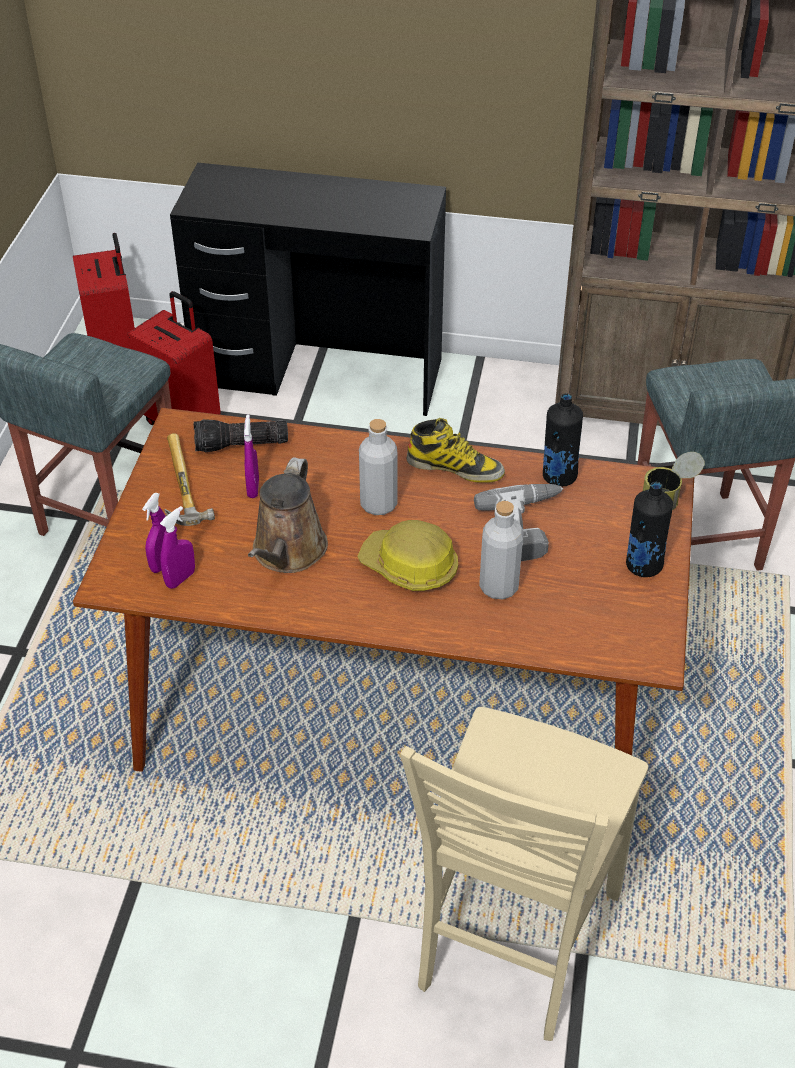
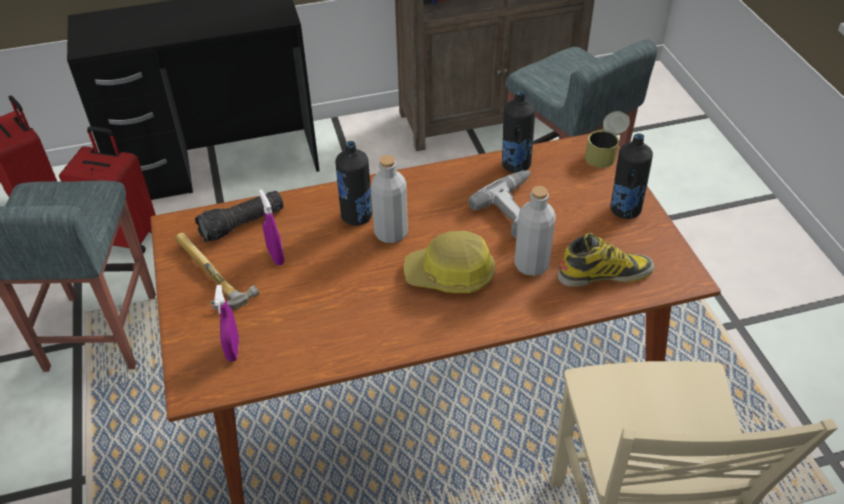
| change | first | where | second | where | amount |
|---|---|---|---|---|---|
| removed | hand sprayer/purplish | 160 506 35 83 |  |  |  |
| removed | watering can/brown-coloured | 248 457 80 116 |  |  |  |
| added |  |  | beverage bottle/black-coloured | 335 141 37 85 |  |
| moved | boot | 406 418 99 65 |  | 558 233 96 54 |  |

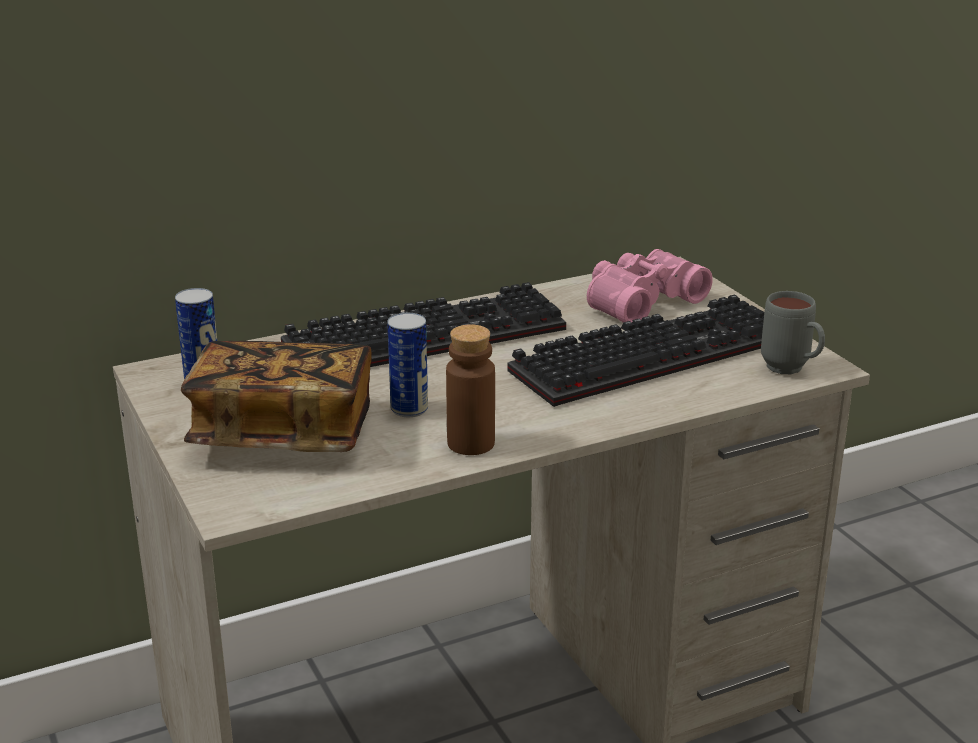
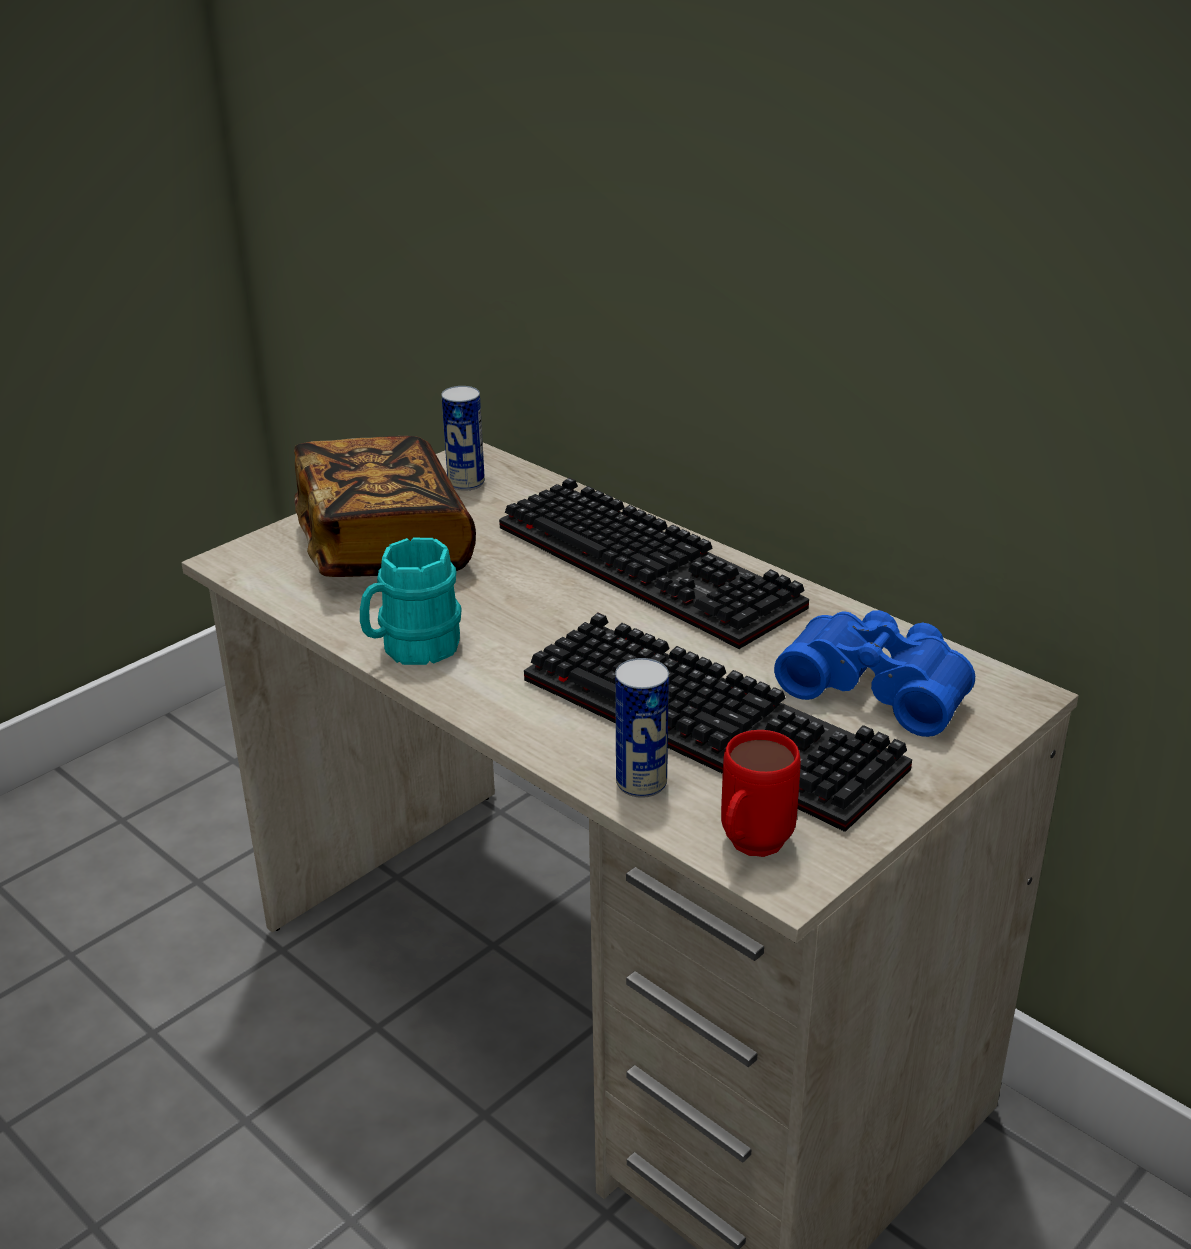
| change | first | where | second | where | amount |
|---|---|---|---|---|---|
| moved | metal can | 387 313 41 104 |  | 615 658 54 140 |  |
| replaced | beverage bottle/brown-coloured | 446 324 49 131 | coffee mug/blue-green | 360 538 102 127 |  |
| recoloured | binoculars/pink | 587 249 126 73 | binoculars/blue | 774 610 201 127 |  |
| recoloured | coffee mug/gray | 761 291 64 83 | coffee mug/reddish | 721 730 80 127 |  |

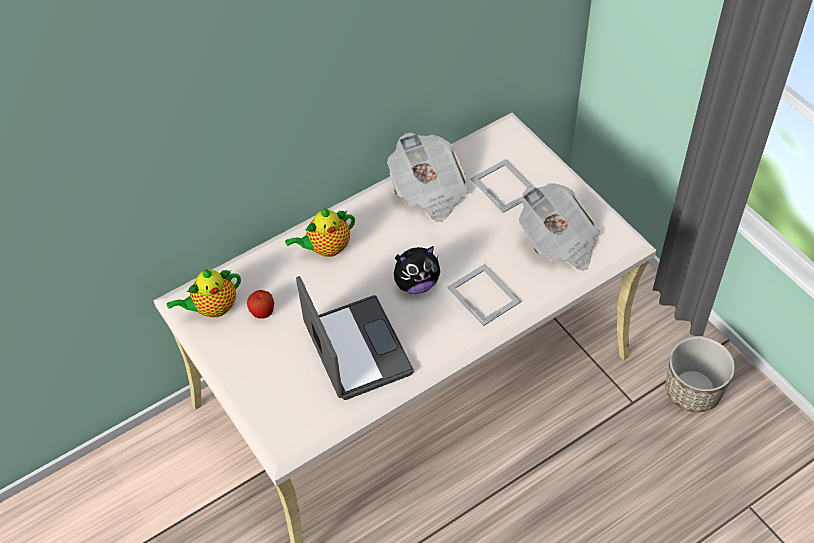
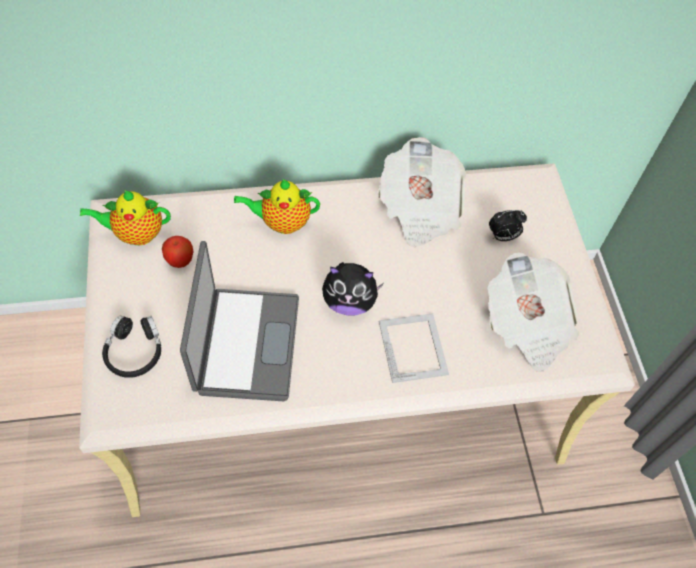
| change | first | where | second | where | amount |
|---|---|---|---|---|---|
| removed | planter | 665 337 70 75 |  |  |  |
| added |  |  | headphones/black-coloured | 102 315 59 63 |  |
| replaced | photo frame | 470 159 64 54 | table clock | 489 210 38 31 |  |

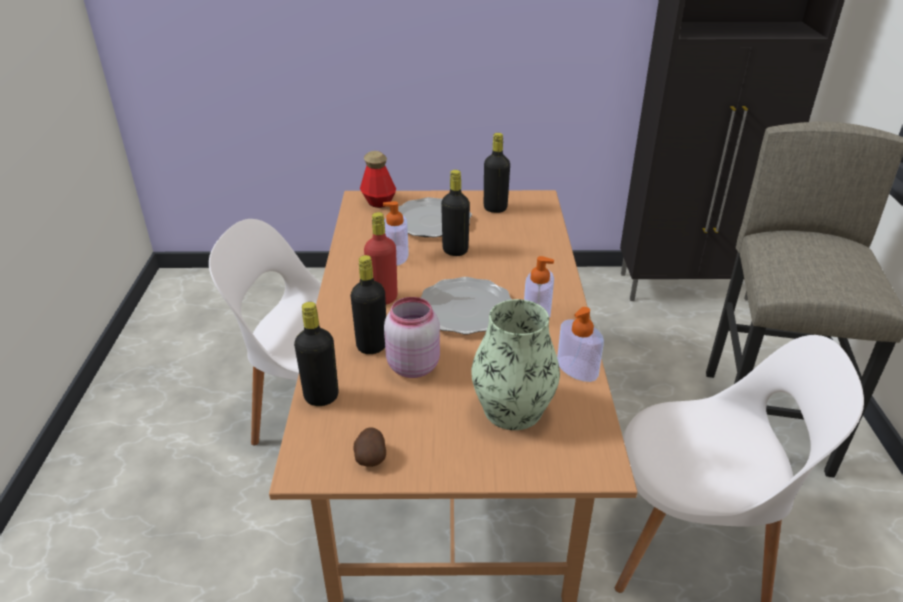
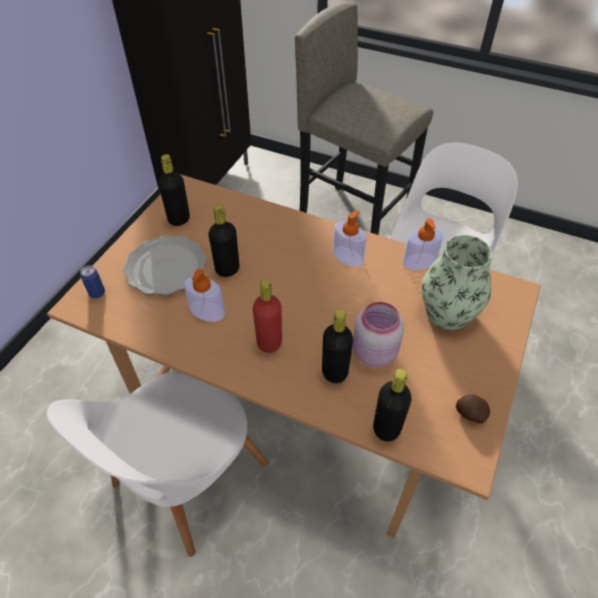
| change | first | where | second | where | amount |
|---|---|---|---|---|---|
| removed | plate | 421 277 91 57 |  |  |  |
| replaced | beverage bottle | 360 151 36 57 | metal can | 80 265 25 33 |  |

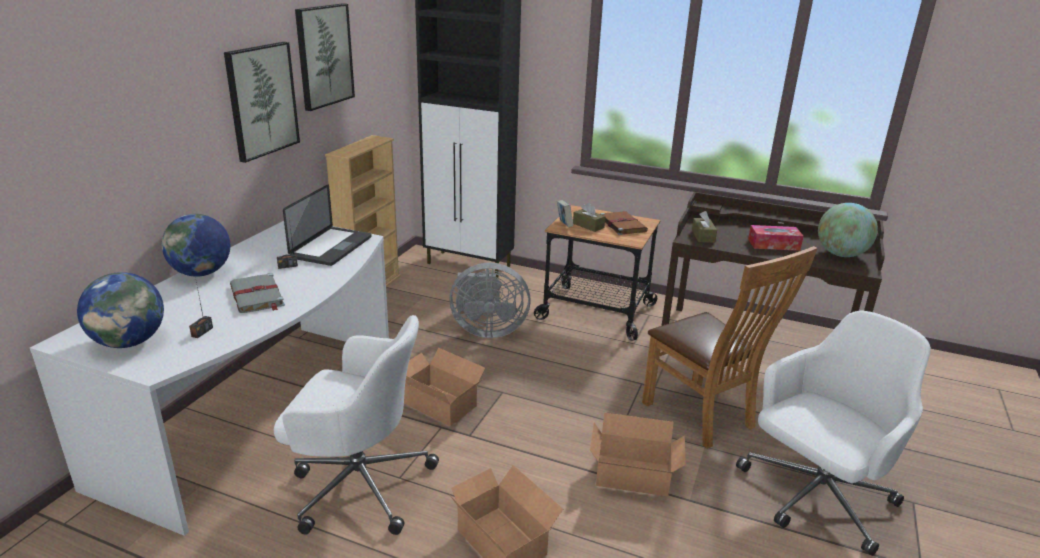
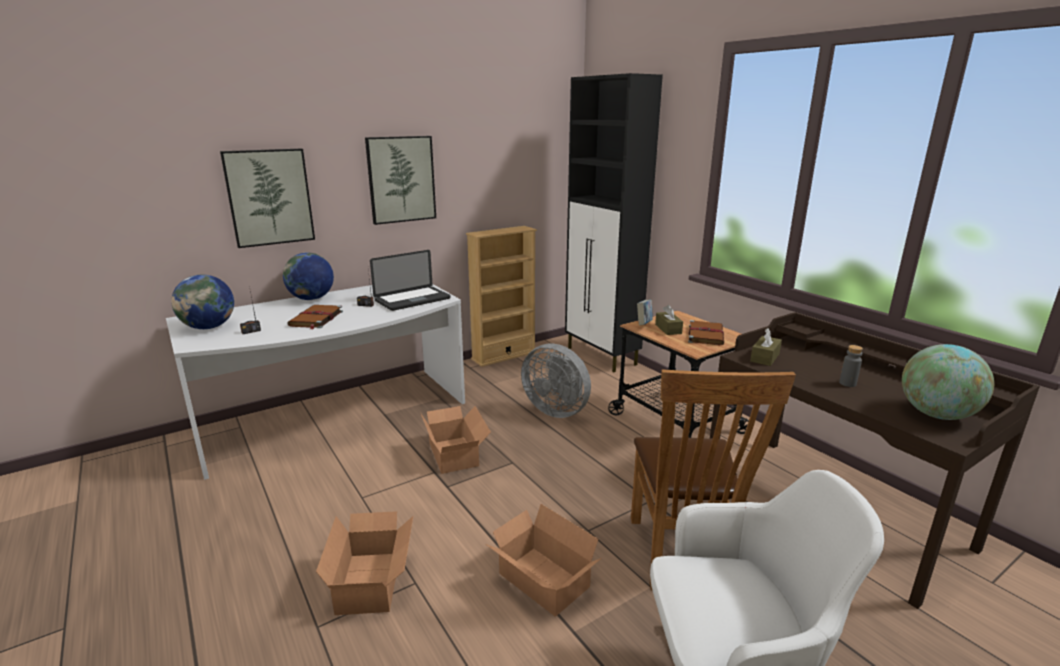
| change | first | where | second | where | amount |
|---|---|---|---|---|---|
| removed | desk chair/white-coloured | 274 315 165 220 |  |  |  |
| moved | wall picture | 295 3 60 108 |  | 220 148 95 100 |  |
| replaced | tissue holder | 748 225 56 26 | beverage bottle/gray | 839 345 24 42 |  |
| recoloured | bound book/gray | 230 273 55 40 | bound book/brown-coloured | 287 305 56 25 |  |

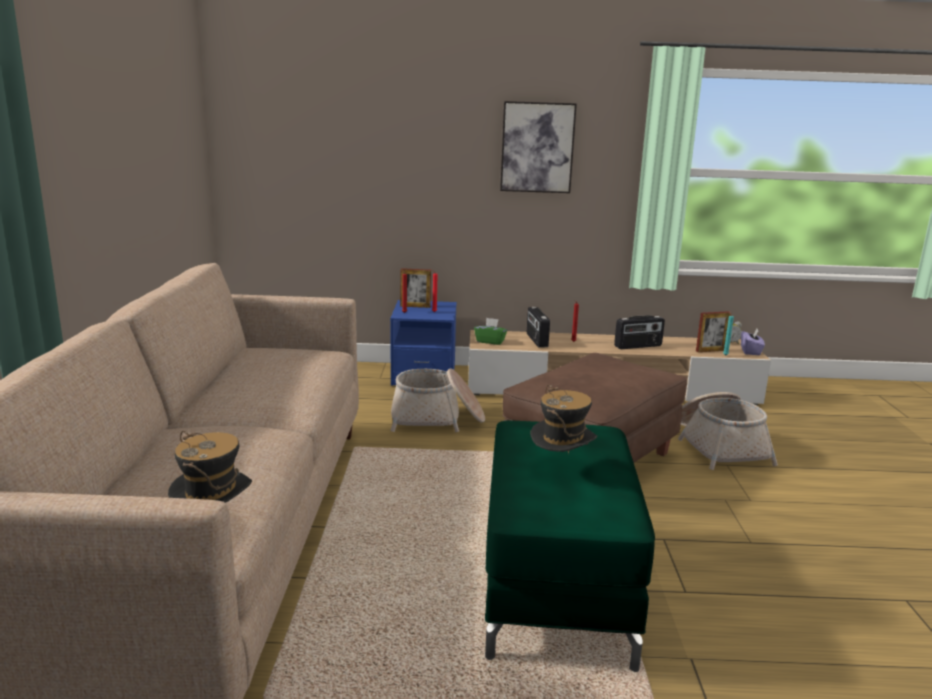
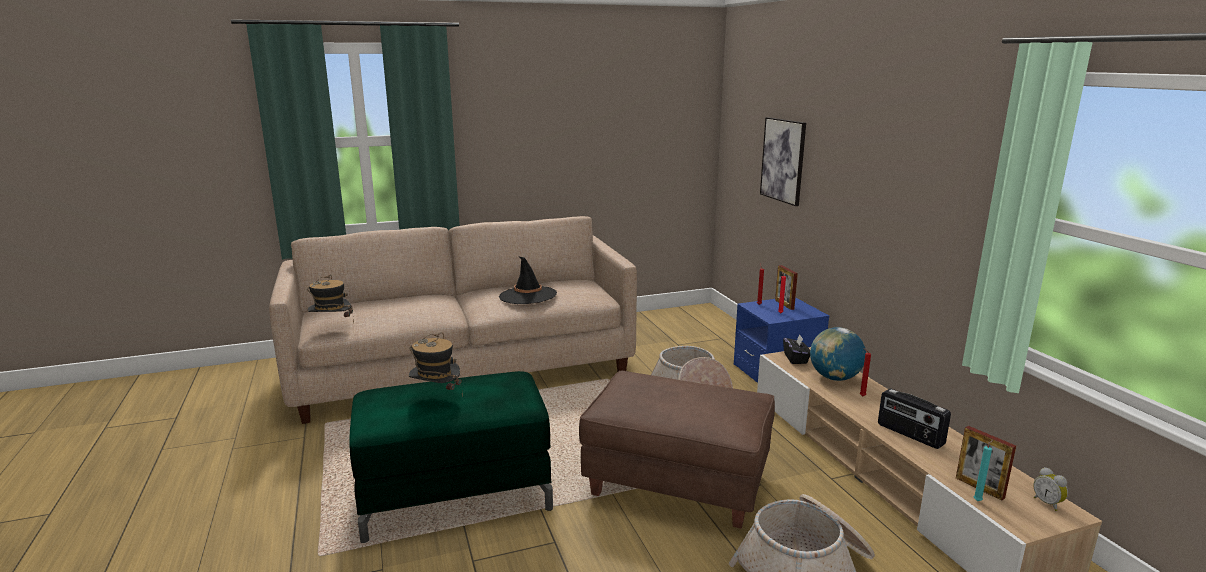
| change | first | where | second | where | amount |
|---|---|---|---|---|---|
| removed | tissue holder/purplish | 741 329 24 26 |  |  |  |
| added |  |  | hat/black-coloured | 499 256 58 48 |  |
| moved | wall picture | 500 101 77 92 |  | 760 117 46 89 |  |
| replaced | radio receiver | 527 307 23 41 | world globe | 810 327 56 54 |  |
| recoloured | tissue holder/greenish | 474 318 33 27 | tissue holder/black-coloured | 783 335 27 29 |  |

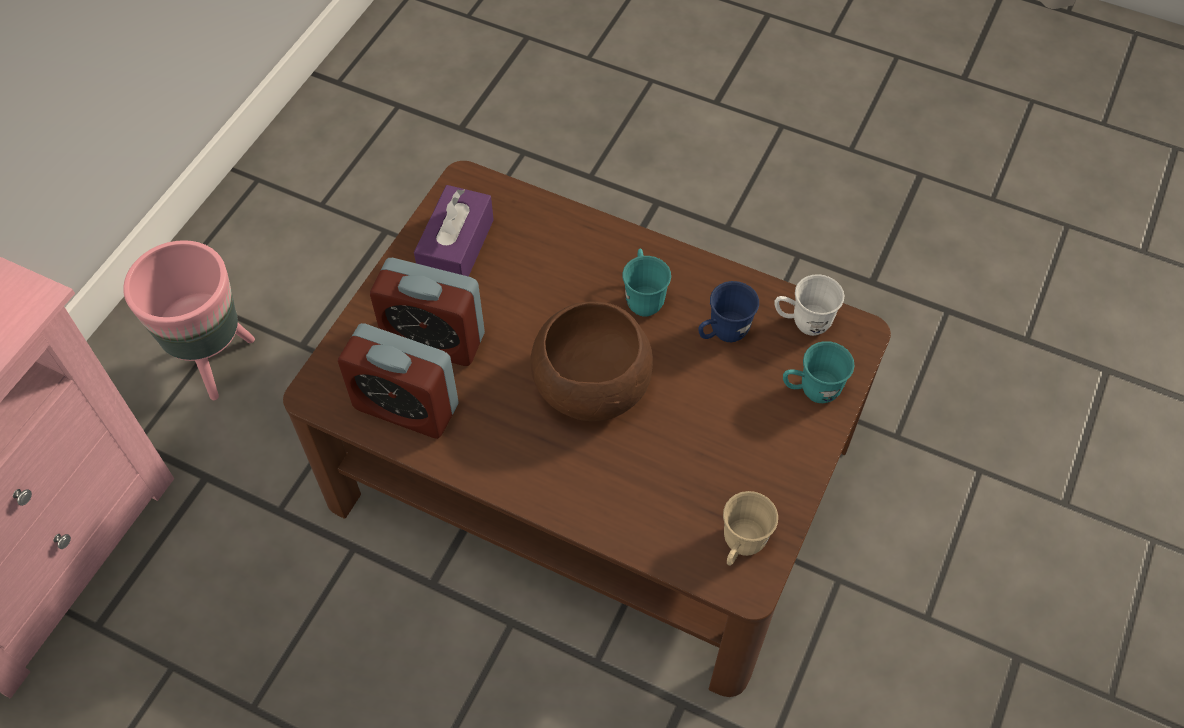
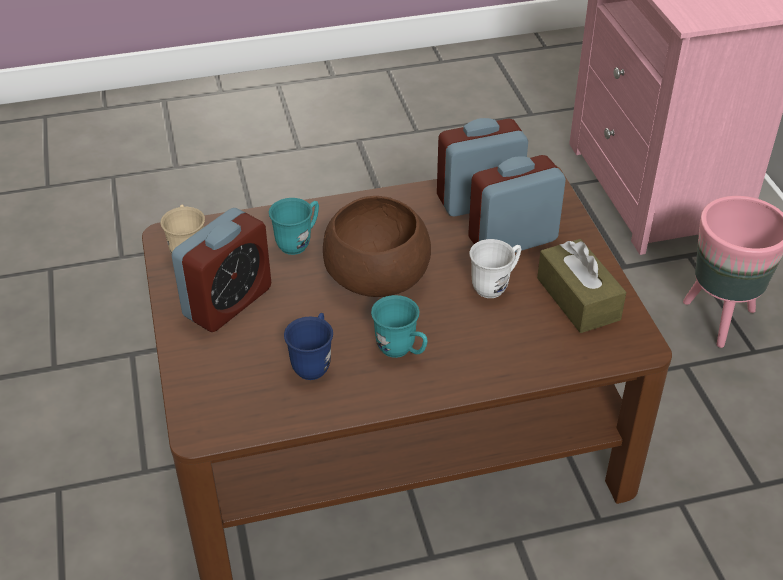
| change | first | where | second | where | amount |
|---|---|---|---|---|---|
| added |  |  | table clock | 172 208 99 124 |  |
| moved | coffee mug/white-coloured | 775 274 69 62 |  | 469 239 52 59 |  |
| moved | coffee mug/blue-green | 783 341 72 62 |  | 269 198 50 57 |  |
| recoloured | tissue holder/purplish | 414 185 80 92 | tissue holder/brown-coloured | 537 239 89 94 |  |

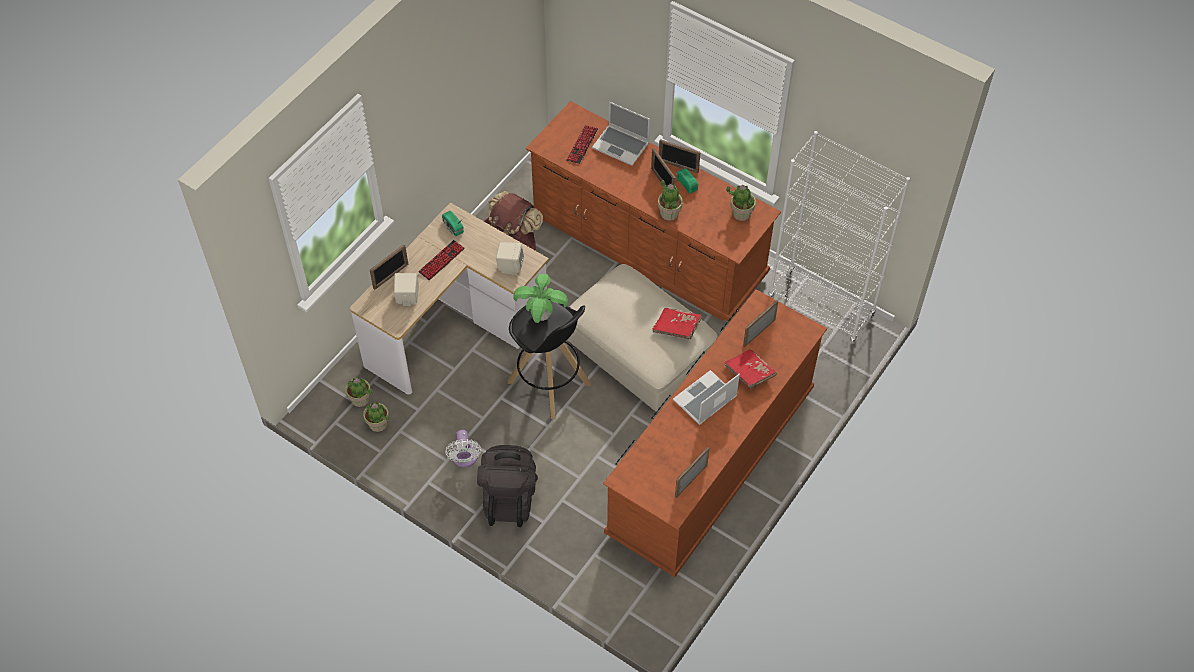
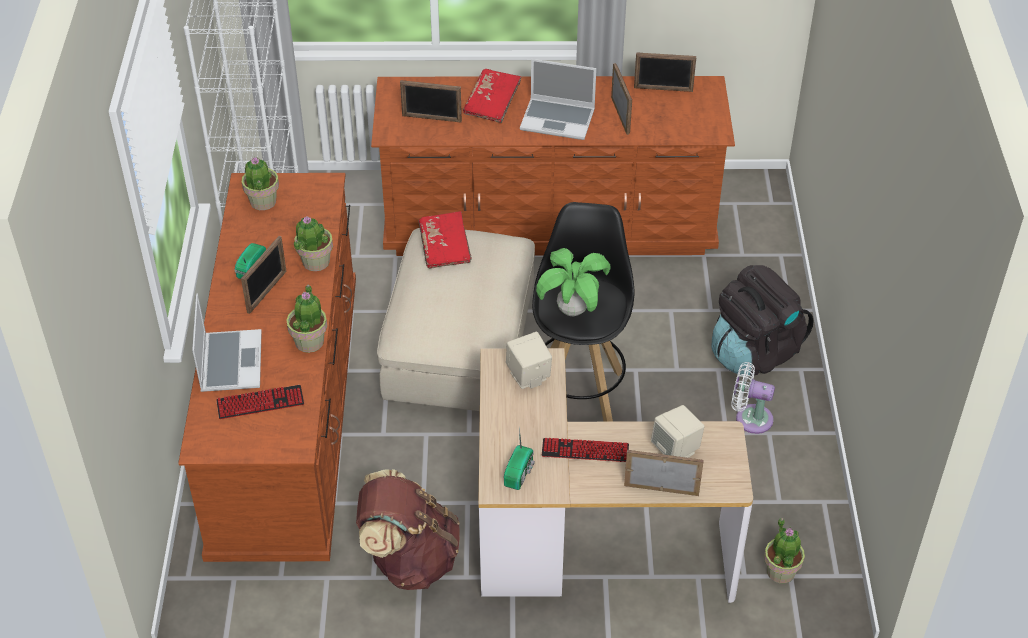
| change | first | where | second | where | amount |
|---|---|---|---|---|---|
| moved | houseplant | 363 402 27 30 |  | 286 285 41 68 |  |
| moved | photo frame | 659 139 42 34 |  | 611 63 21 72 |  |
| turned | electric fan/white-coloured | 445 430 37 37 |  | 732 362 43 72 | 120 degrees counterclockwise |

